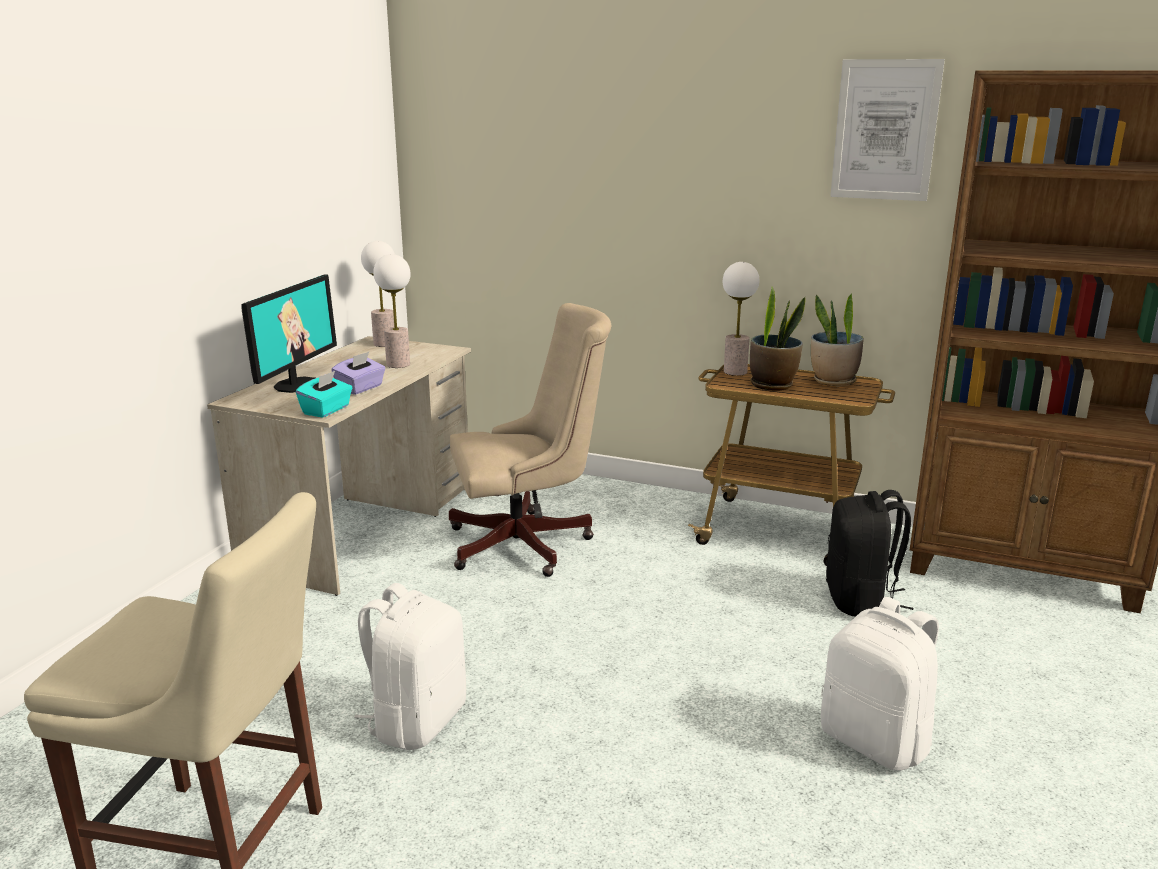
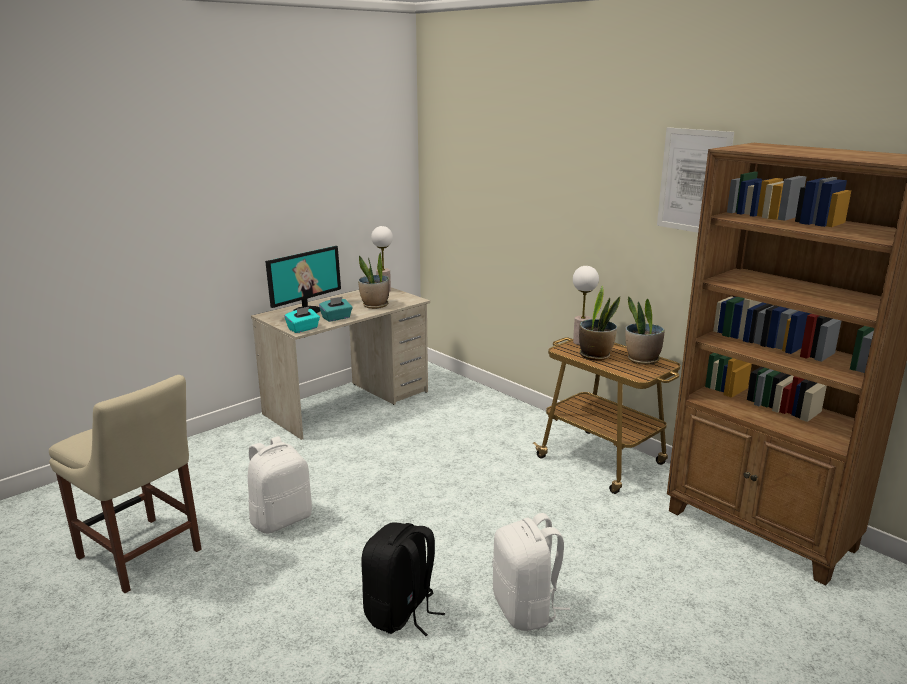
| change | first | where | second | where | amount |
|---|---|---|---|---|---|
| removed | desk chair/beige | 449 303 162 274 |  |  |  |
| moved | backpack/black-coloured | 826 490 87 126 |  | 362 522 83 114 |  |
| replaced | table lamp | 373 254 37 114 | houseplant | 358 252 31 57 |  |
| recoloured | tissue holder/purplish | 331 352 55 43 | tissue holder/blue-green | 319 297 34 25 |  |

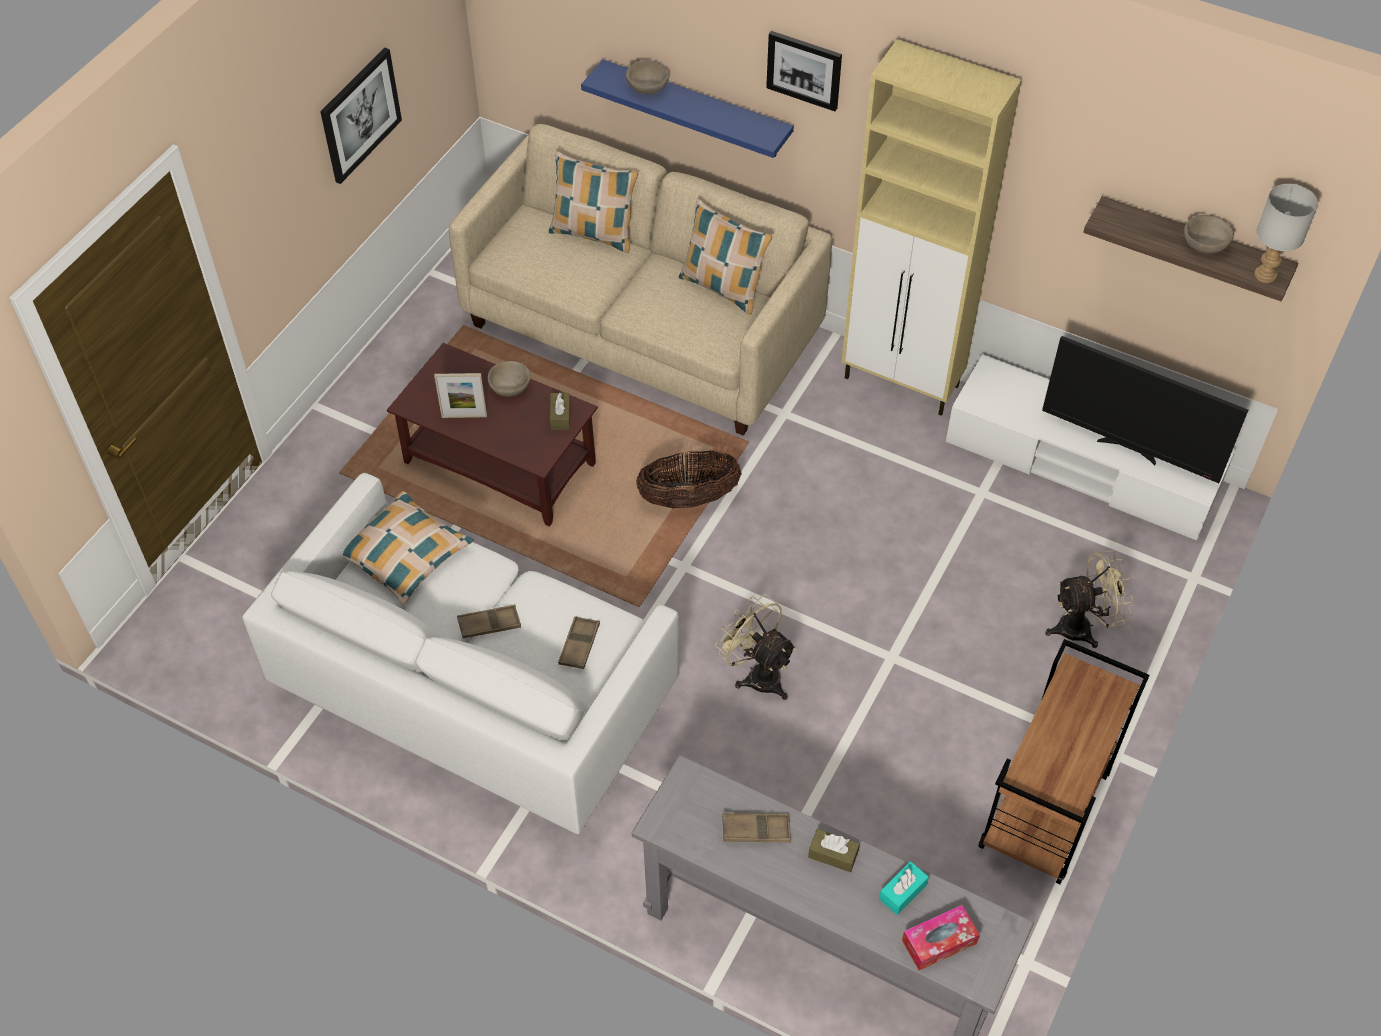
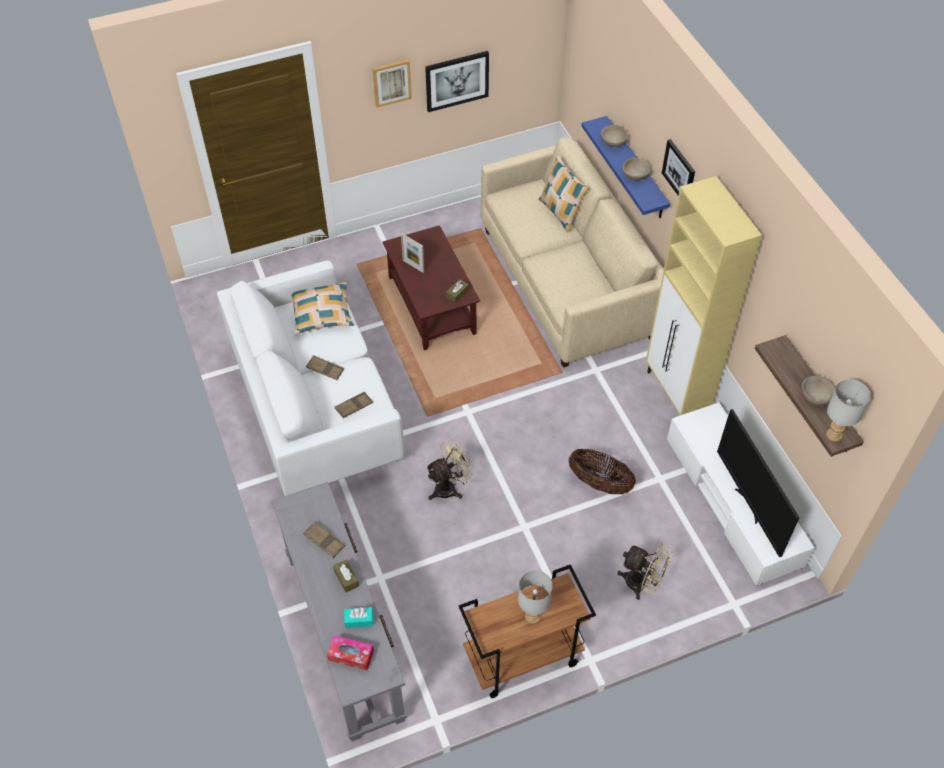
| change | first | where | second | where | amount |
|---|---|---|---|---|---|
| removed | pillow | 679 199 93 116 |  |  |  |
| added |  |  | wall picture | 372 59 40 48 |  |
| added |  |  | table lamp/gray | 518 570 34 54 |  |
| moved | serving bowl/beige | 488 361 43 36 |  | 622 158 29 22 |  |
| moved | basket | 636 450 106 59 |  | 569 449 67 46 |  |
| turned | electric fan/beige | 715 594 82 106 |  | 426 437 50 63 | 60 degrees clockwise |

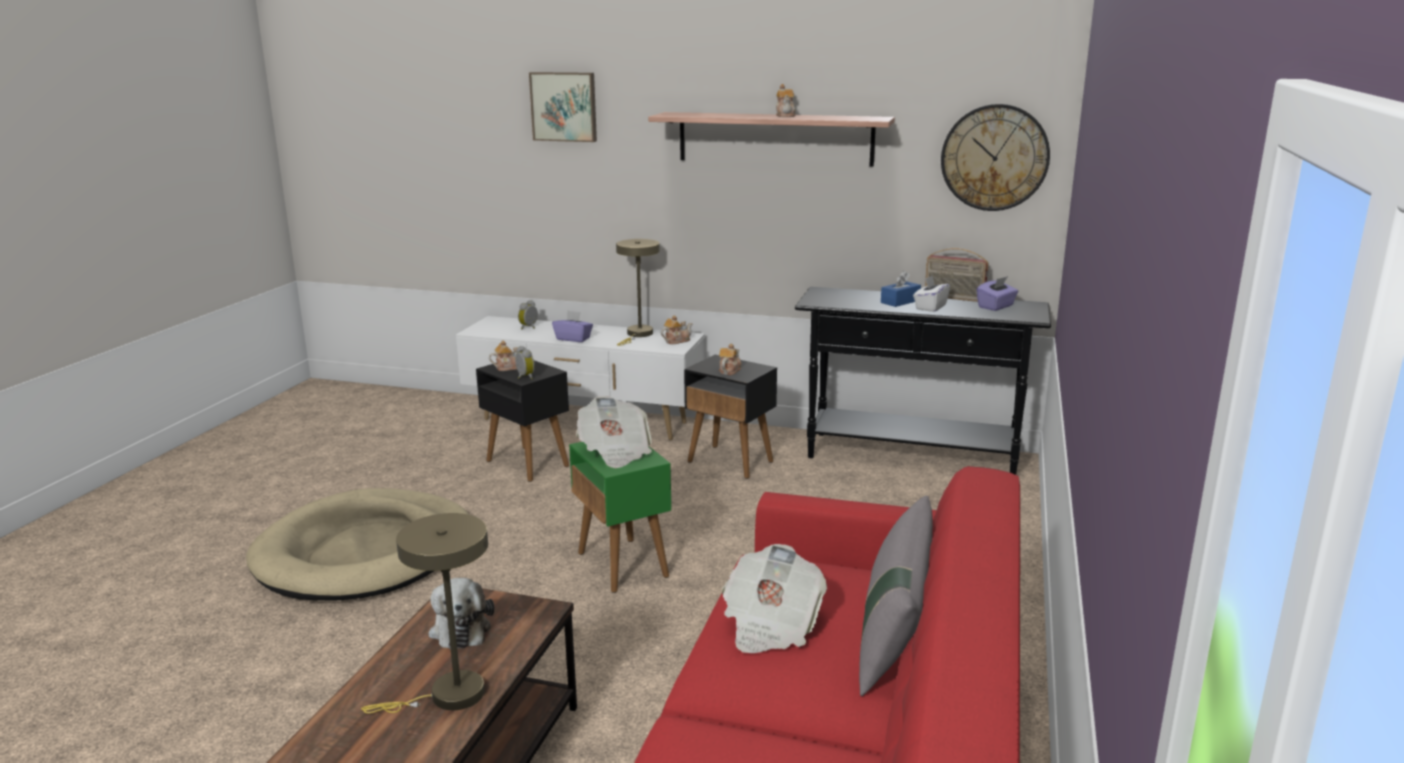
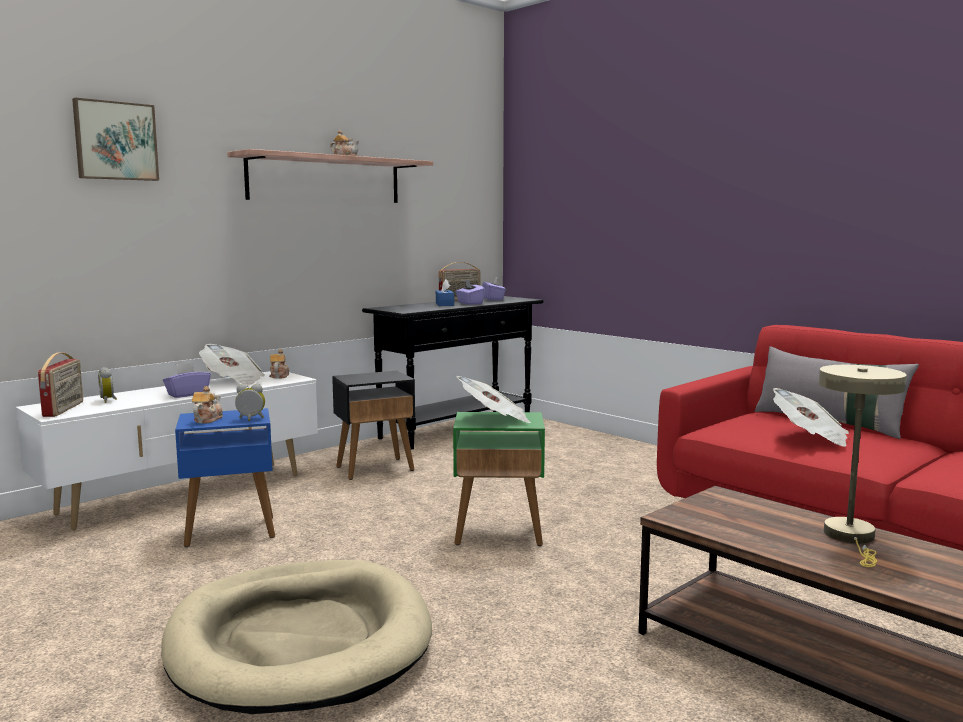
| change | first | where | second | where | amount |
|---|---|---|---|---|---|
| removed | cuddly toy | 428 578 66 72 |  |  |  |
| removed | teapot | 719 344 22 31 |  |  |  |
| removed | hanging clock | 941 104 109 107 |  |  |  |
| added |  |  | radio receiver | 38 352 45 65 |  |
| replaced | table lamp/beige | 616 239 44 107 | newspaper | 199 344 66 41 |  |
| recoloured | end table/black-coloured | 476 360 93 122 | end table/blue | 175 408 100 139 |  |
| recoloured | tissue holder/white-coloured | 913 275 37 37 | tissue holder/purplish | 455 280 30 25 |  |

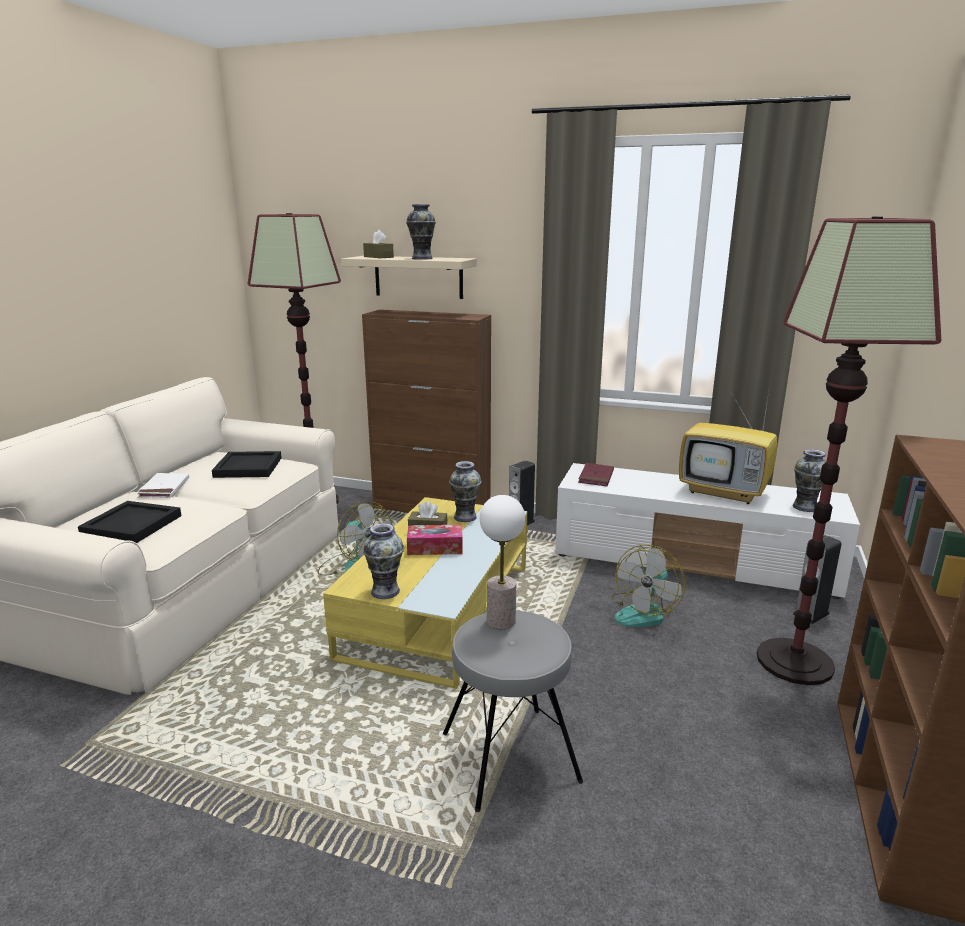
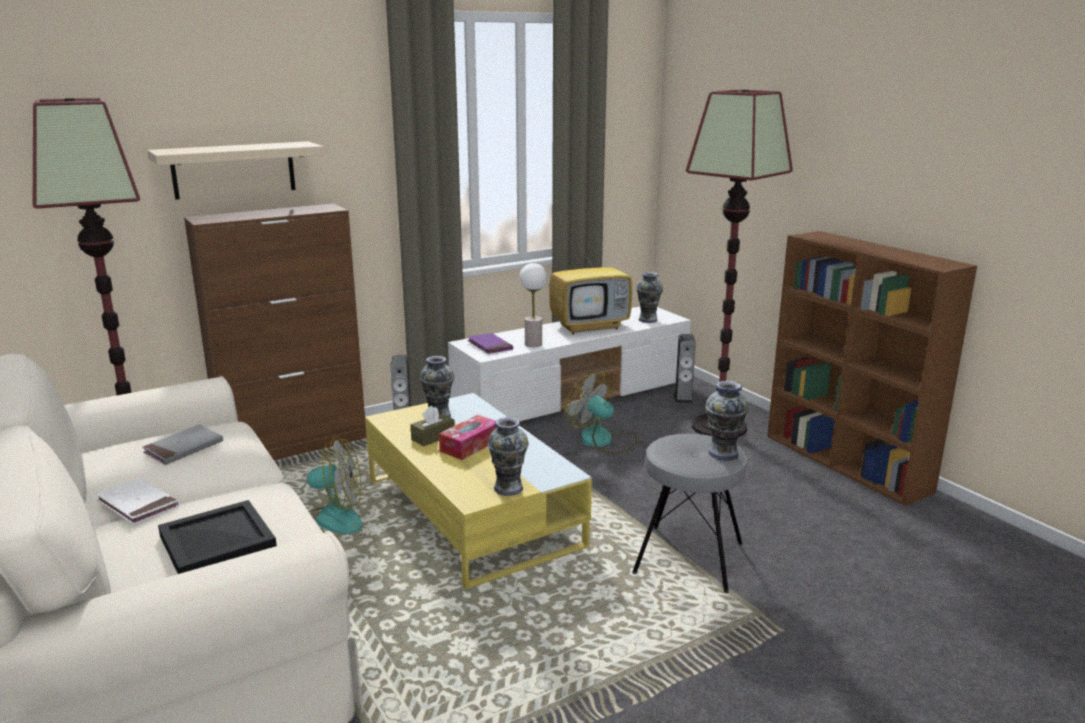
| change | first | where | second | where | amount |
|---|---|---|---|---|---|
| removed | tissue holder/brown-coloured | 363 230 31 28 |  |  |  |
| moved | flower vase | 406 204 30 56 |  | 706 381 42 80 |  |
| moved | table lamp | 480 495 45 134 |  | 520 263 27 84 |  |
| replaced | serving tray/black-coloured | 212 451 70 27 | bound book/gray | 142 424 81 41 |  |
| recoloured | bound book/reddish | 578 463 36 24 | bound book/purplish | 467 333 46 21 |  |
| turned | electric fan | 611 545 74 82 |  | 565 372 73 82 | 150 degrees clockwise |

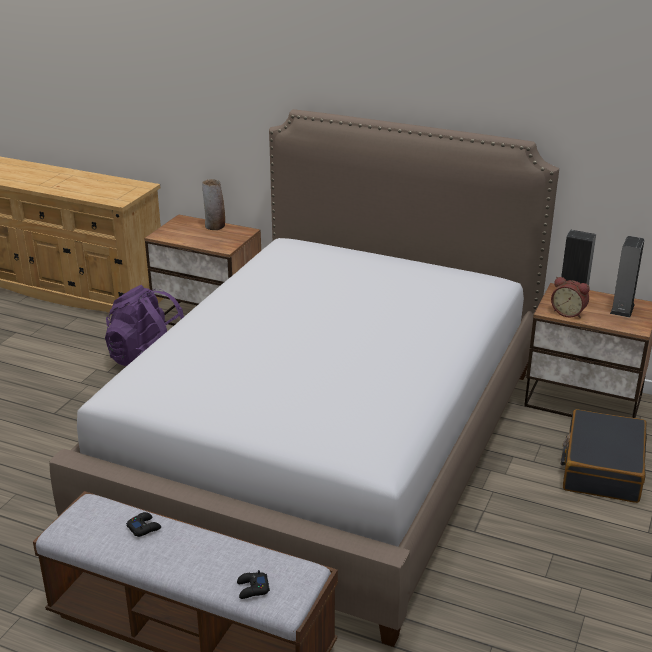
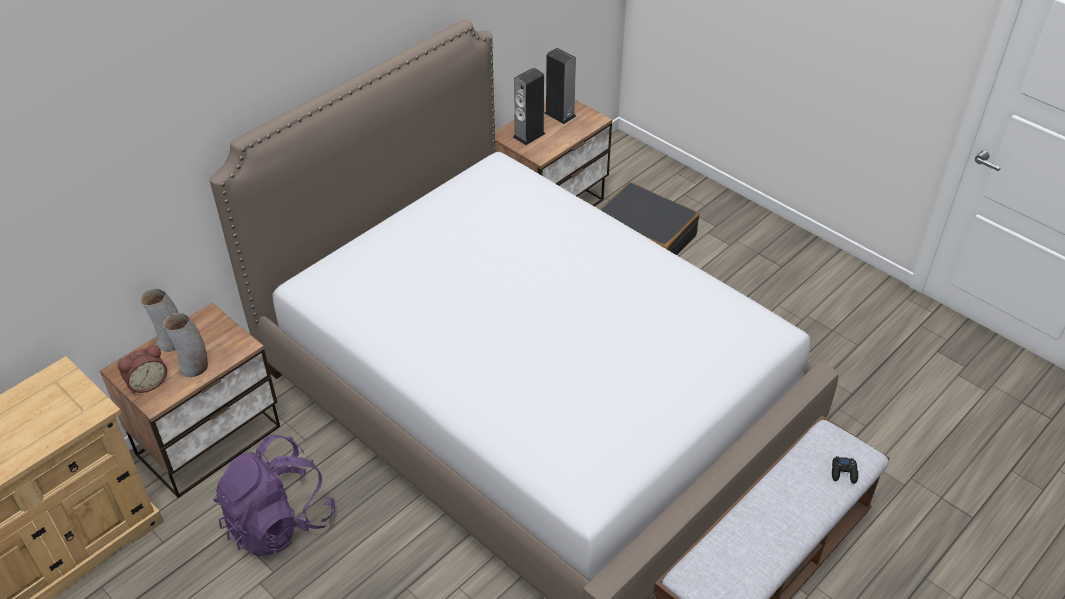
| change | first | where | second | where | amount |
|---|---|---|---|---|---|
| removed | game controller/black-coloured | 126 512 35 25 |  |  |  |
| added |  |  | flower vase | 163 313 45 64 |  |
| moved | table clock | 551 277 39 41 |  | 117 345 50 48 |  |

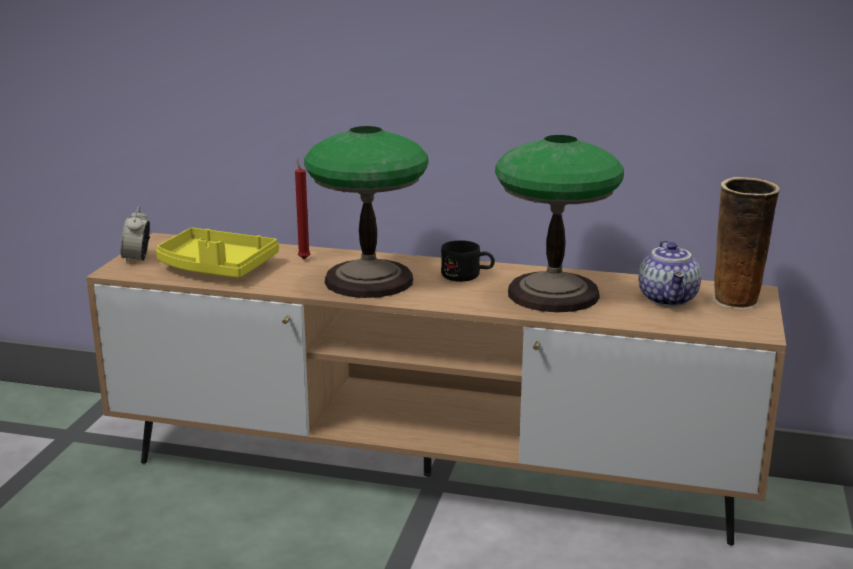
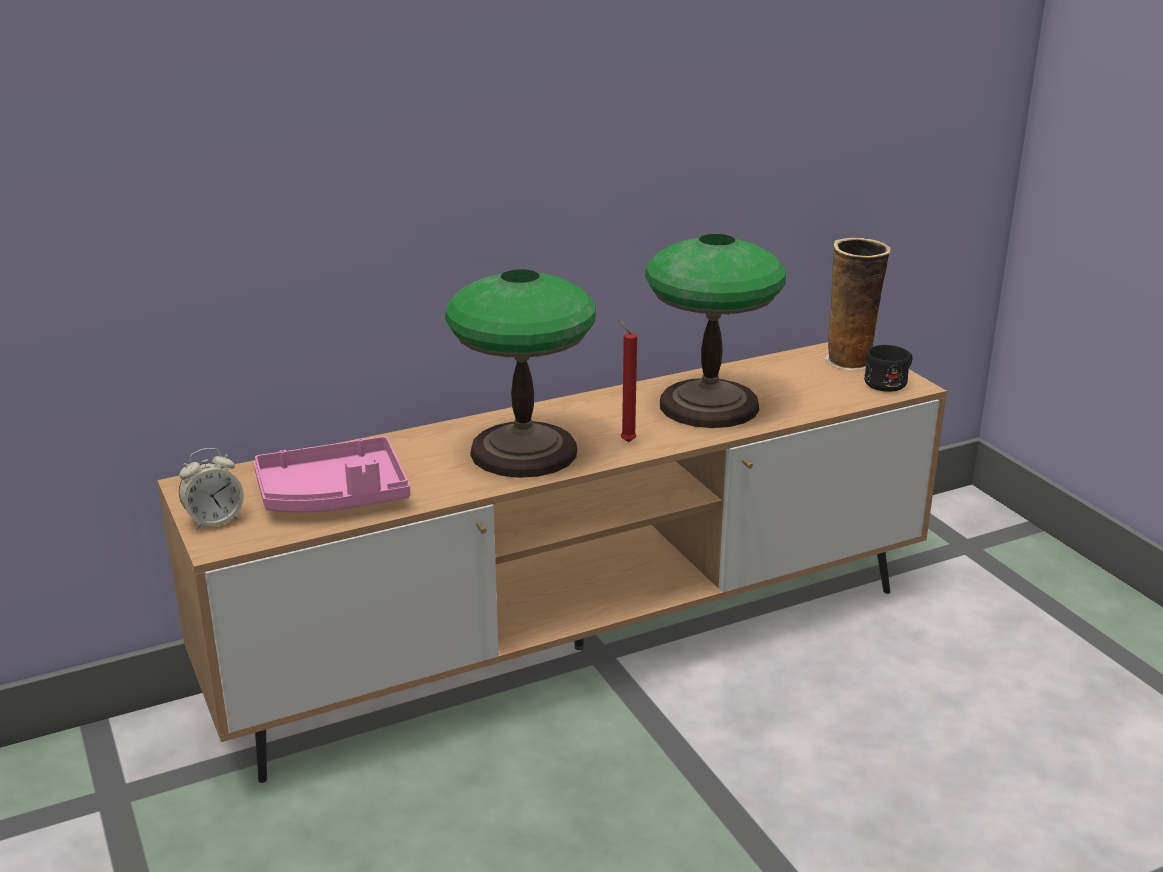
| change | first | where | second | where | amount |
|---|---|---|---|---|---|
| removed | teapot | 638 240 63 67 |  |  |  |
| moved | candle/reddish | 295 157 15 102 |  | 618 320 19 122 |  |
| moved | coffee mug/black-coloured | 441 240 54 42 |  | 864 345 49 47 |  |
| recoloured | serving tray/yellow | 156 228 123 50 | serving tray/pink | 253 436 157 77 |  |
| turned | table clock | 121 206 29 58 |  | 179 448 65 82 | 75 degrees counterclockwise |

